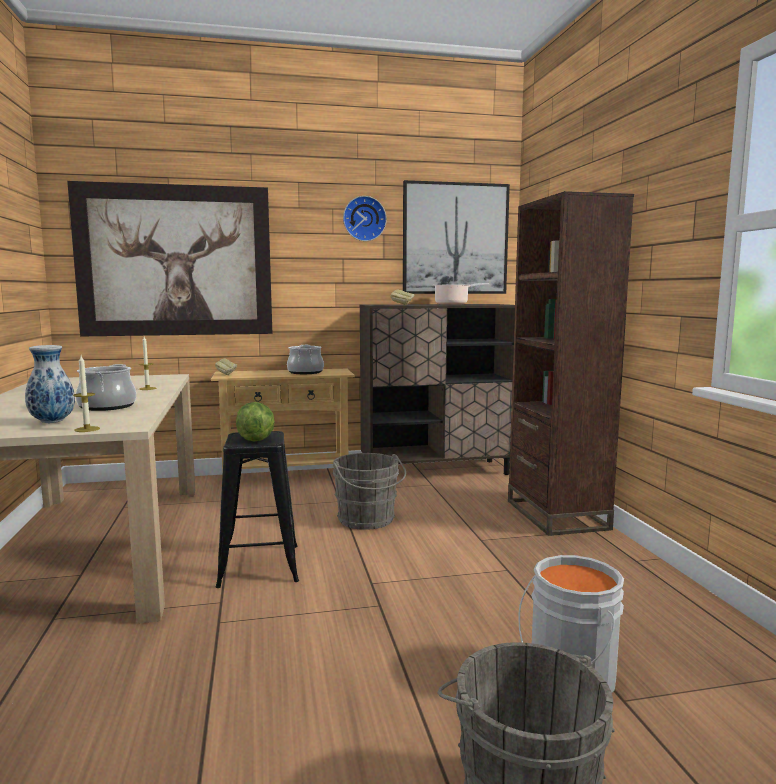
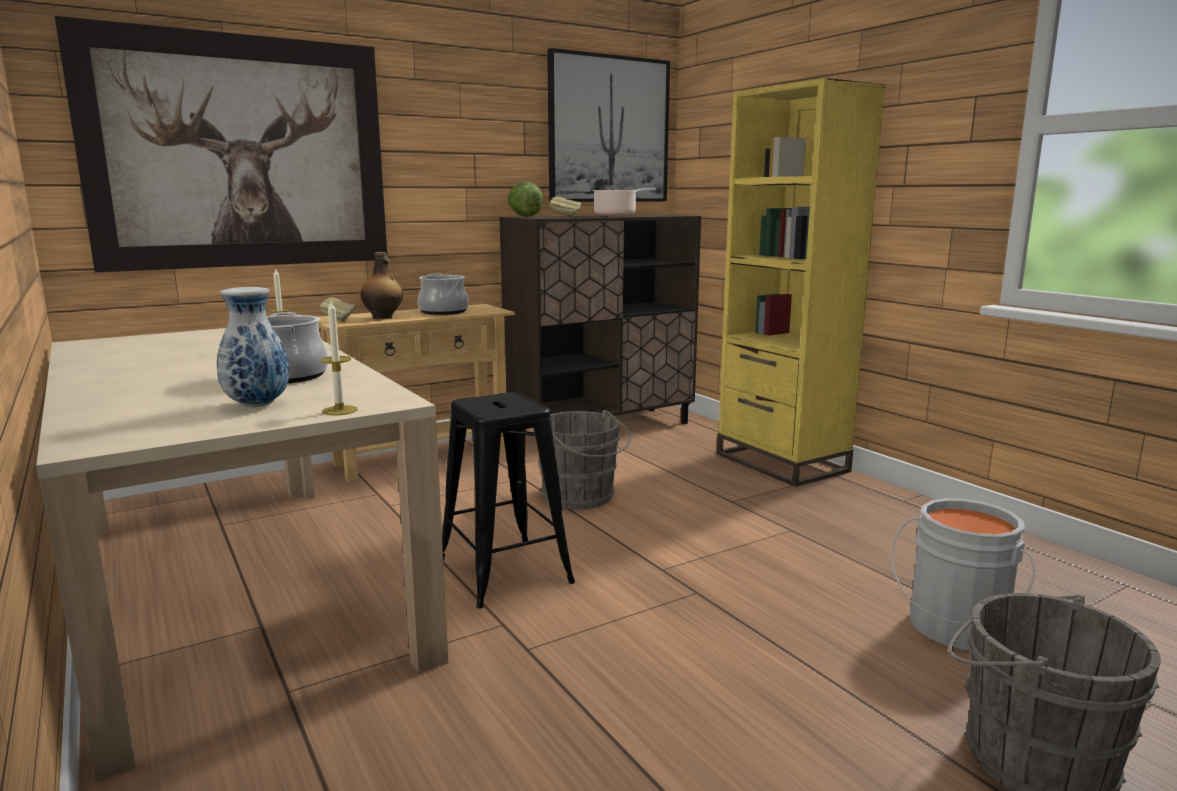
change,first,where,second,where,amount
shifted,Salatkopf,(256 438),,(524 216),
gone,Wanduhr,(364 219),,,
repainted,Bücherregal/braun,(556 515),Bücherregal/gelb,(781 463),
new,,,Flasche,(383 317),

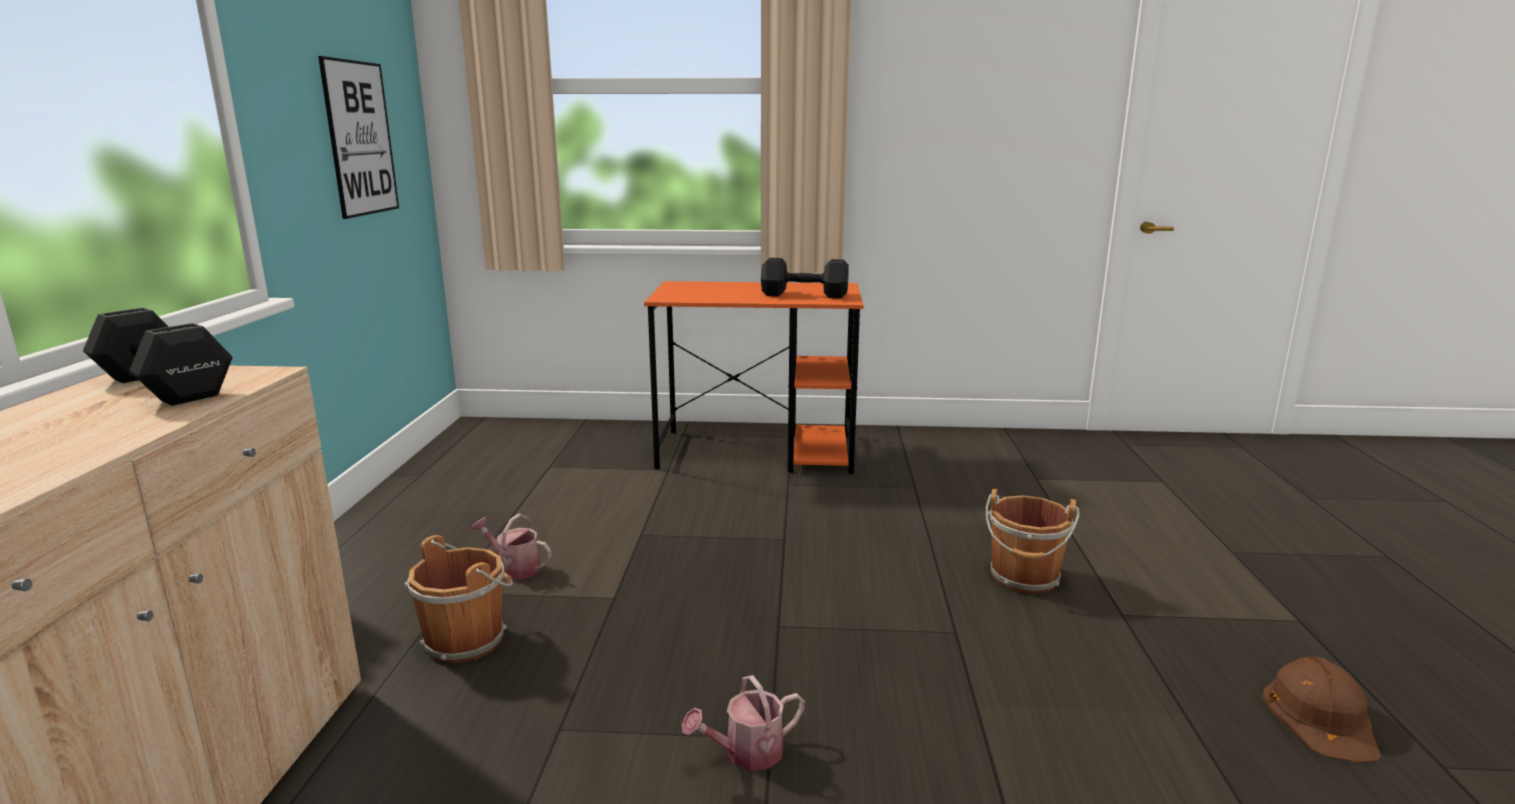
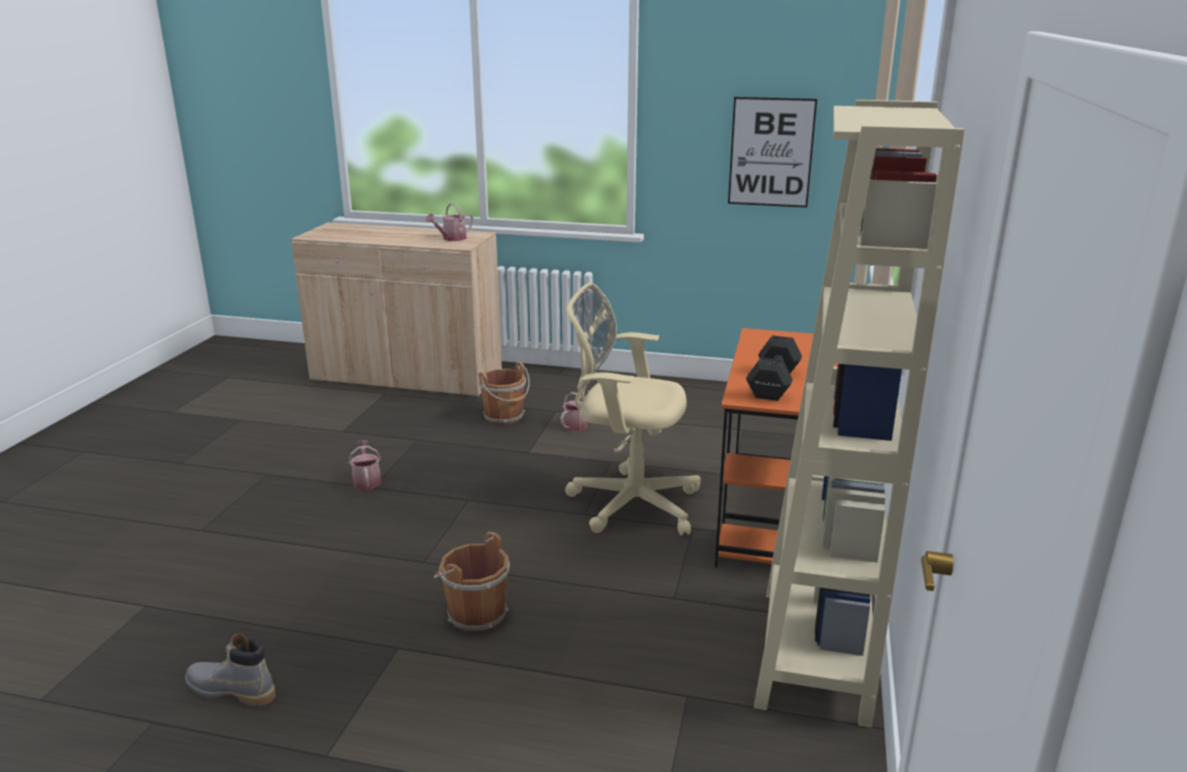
change,first,where,second,where,amount
swapped,Hantel/schwarz,(164 388),Gießkanne,(451 238),
swapped,Schutzhelm/braun,(1321 717),Stiefel/grau,(231 690),
new,,,Bürostuhl/beige,(628 503),
new,,,Bücherregal/beige,(814 654),

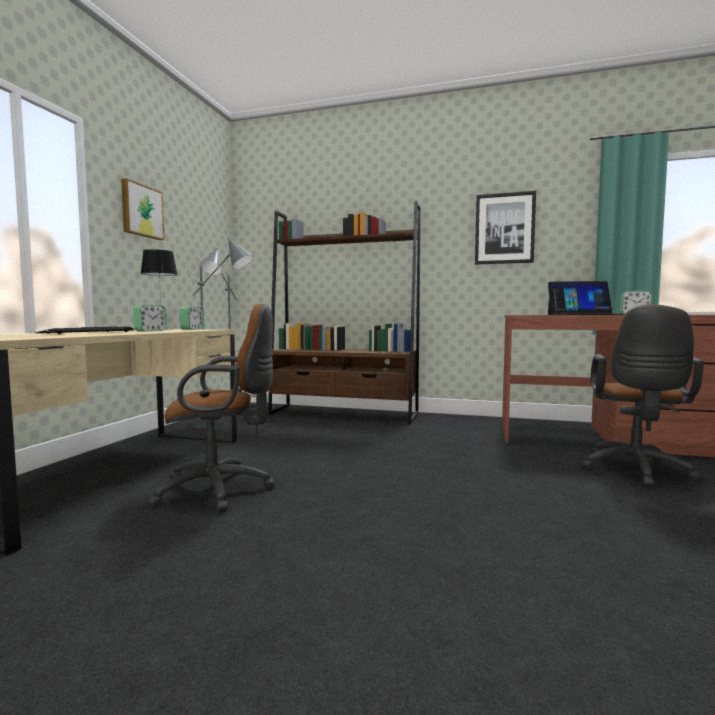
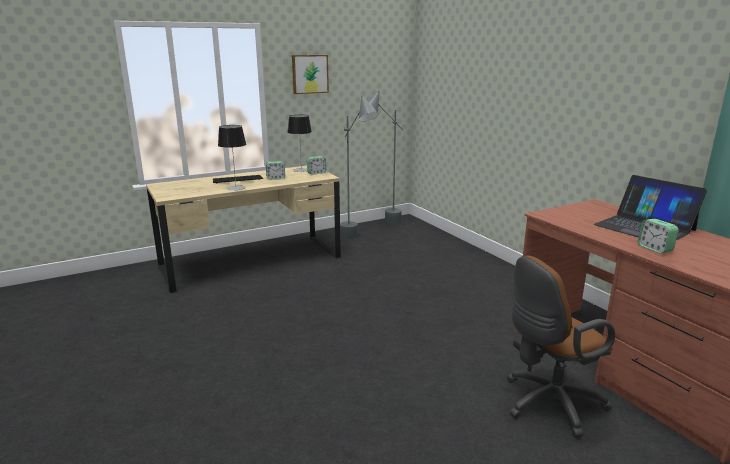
change,first,where,second,where,amount
gone,Bürostuhl/braun,(220 490),,,
gone,Bücherregal/braun,(343 414),,,
gone,Bild,(504 228),,,
new,,,Tischlampe,(236 188),

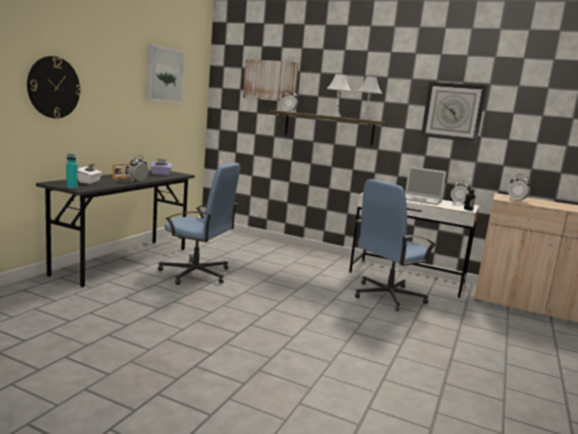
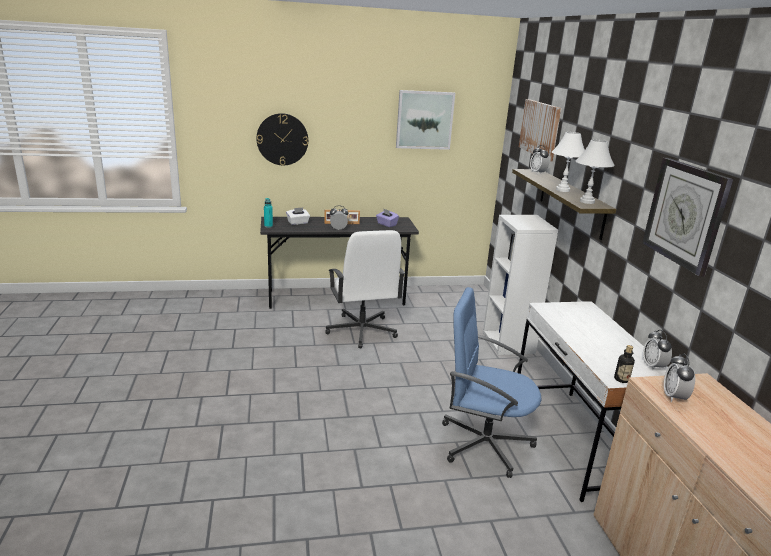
change,first,where,second,where,amount
repainted,Bürostuhl/blau,(196 274),Bürostuhl/weiß,(361 331),
gone,Laptop,(421 200),,,
new,,,Bücherregal/weiß,(509 343),

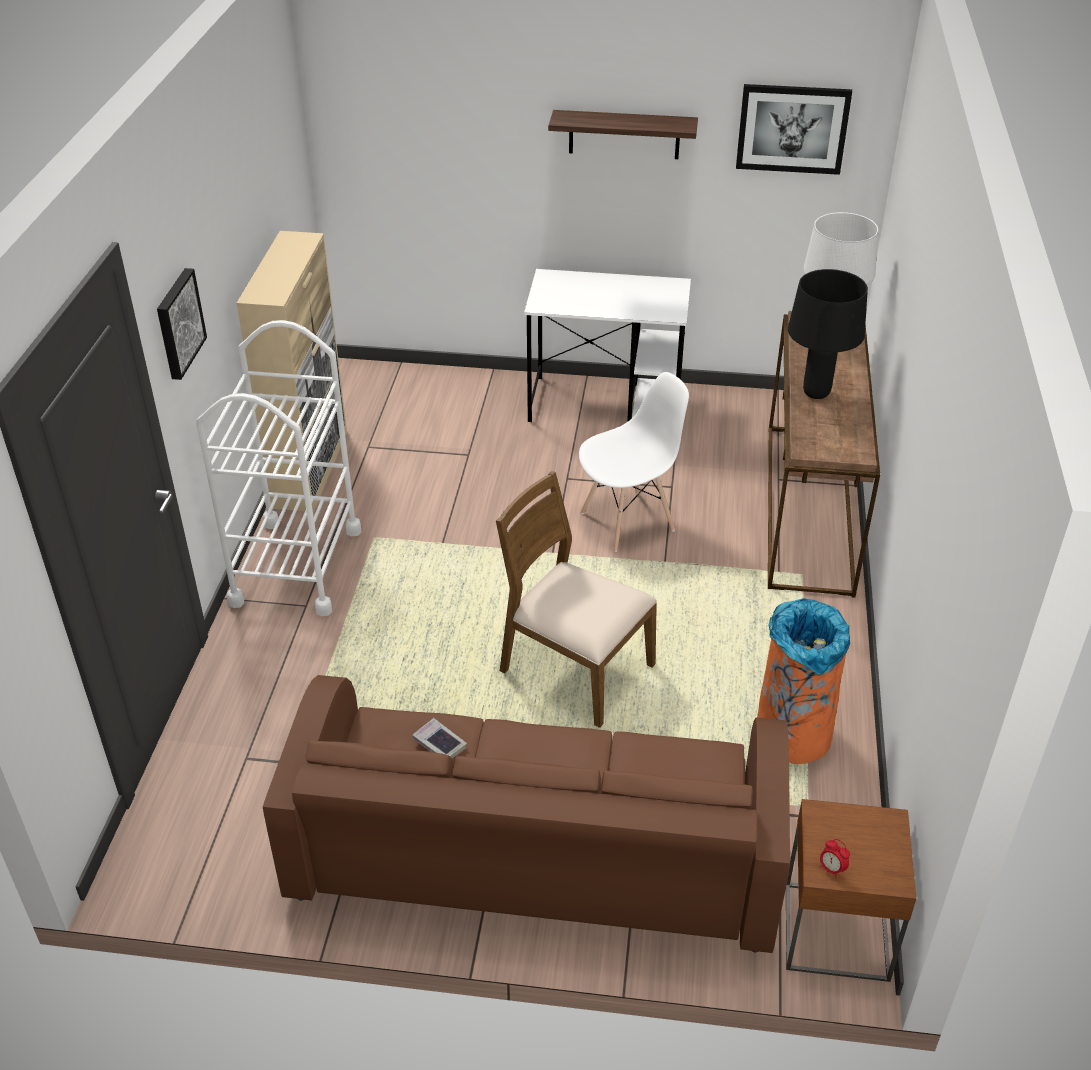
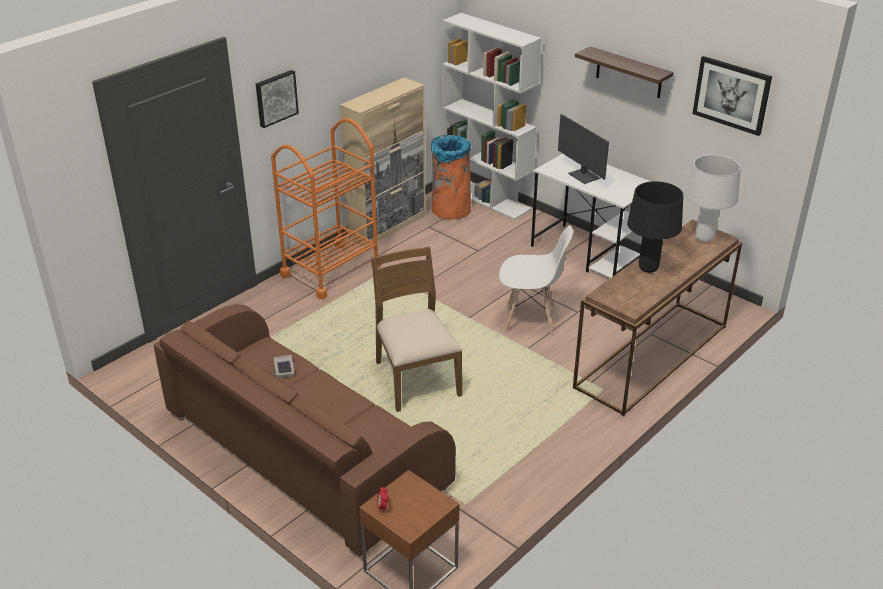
change,first,where,second,where,amount
repainted,Rollwagen/weiß,(296 566),Rollwagen/orange,(331 270),
shifted,Mülleimer/orange,(791 735),,(450 210),
new,,,Bücherregal/weiß,(486 198),
new,,,Monitor,(583 176),

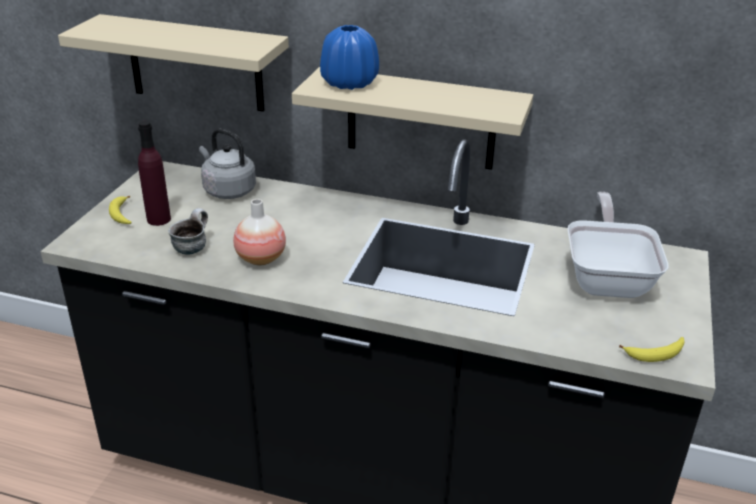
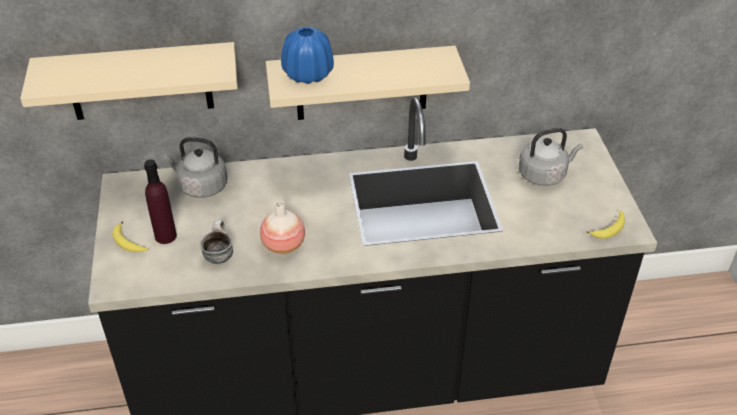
change,first,where,second,where,amount
swapped,Pfanne,(608 277),Wasserkessel/grau,(544 174),

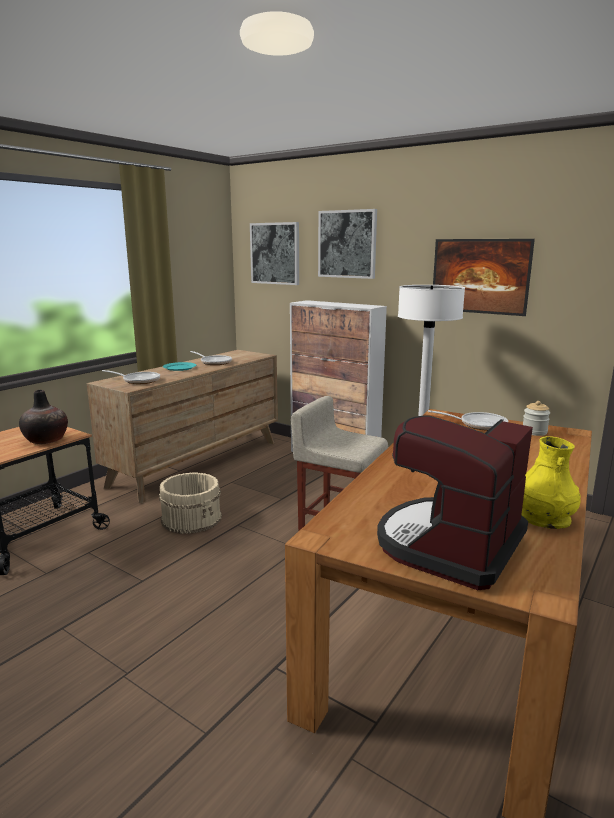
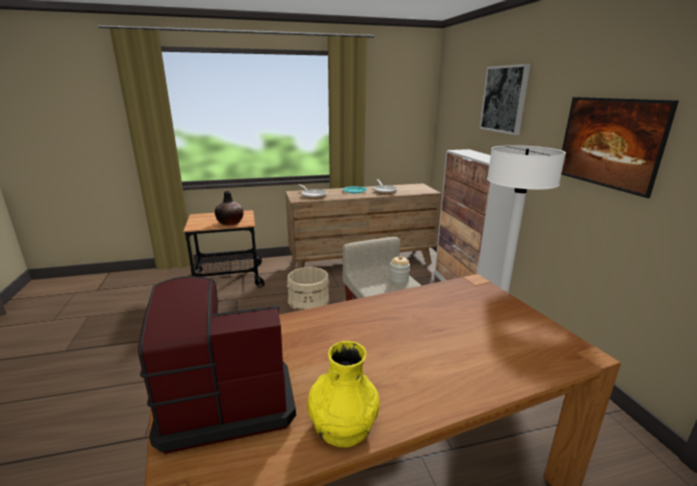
change,first,where,second,where,amount
gone,Bild,(275 253),,,
gone,Pfanne,(478 424),,,
shifted,Vorratsglas,(534 432),,(399 280),

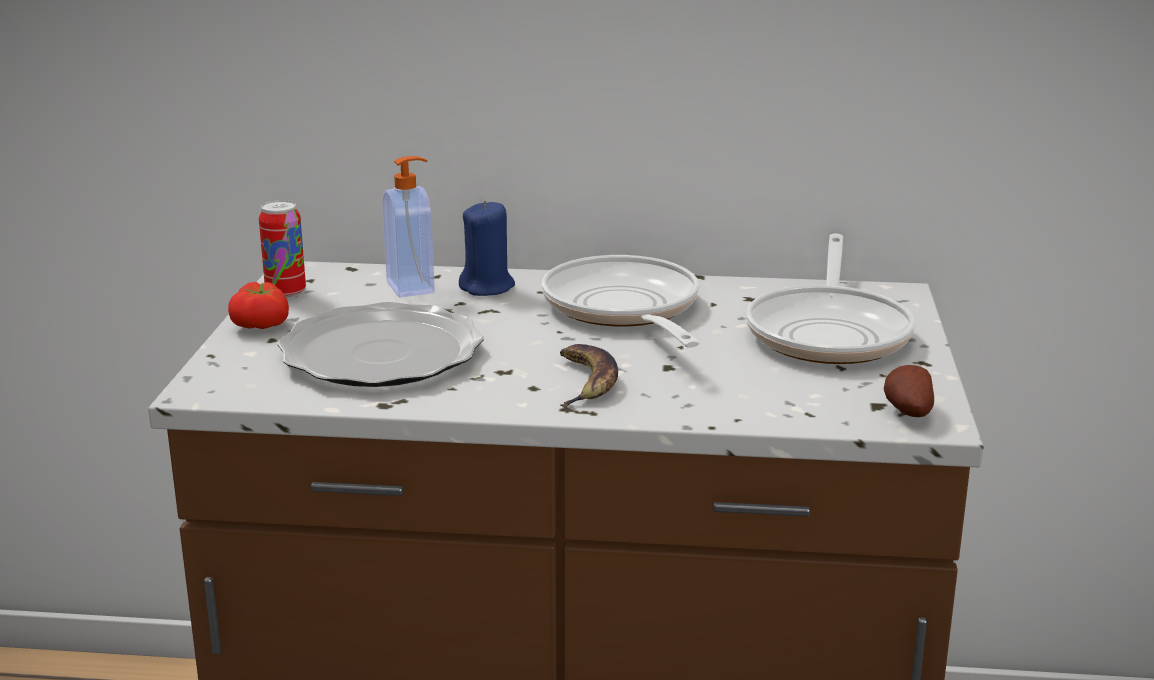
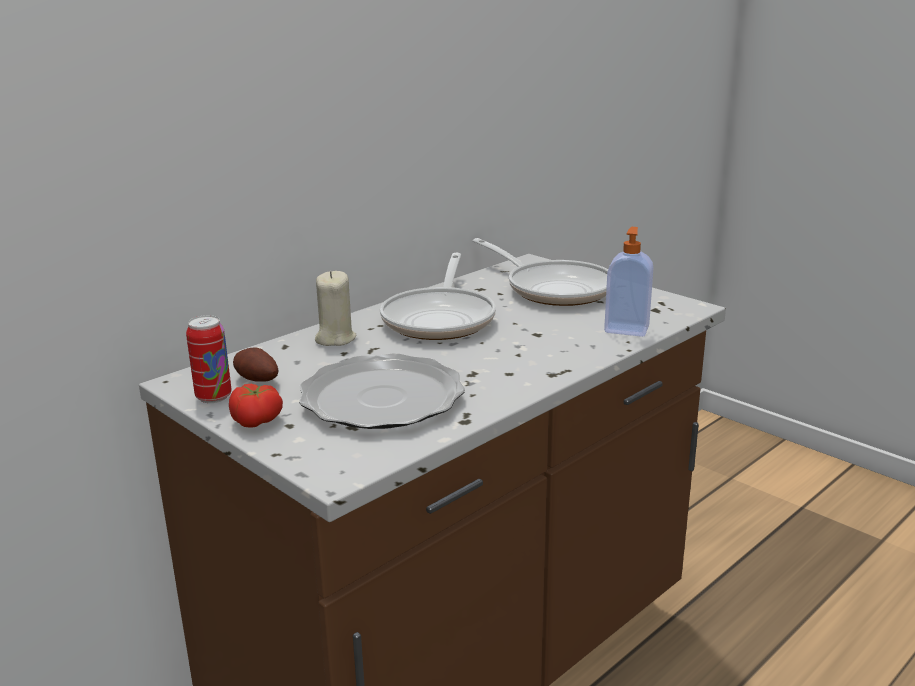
change,first,where,second,where,amount
shifted,Seifenspender,(412 287),,(627 329),
repainted,Kerze/blau,(487 287),Kerze/beige,(335 338),
rotated,Pfanne,(624 310),,(441 318),105 degrees counterclockwise
gone,Banane,(584 381),,,
shifted,Kartoffel,(906 412),,(256 381),

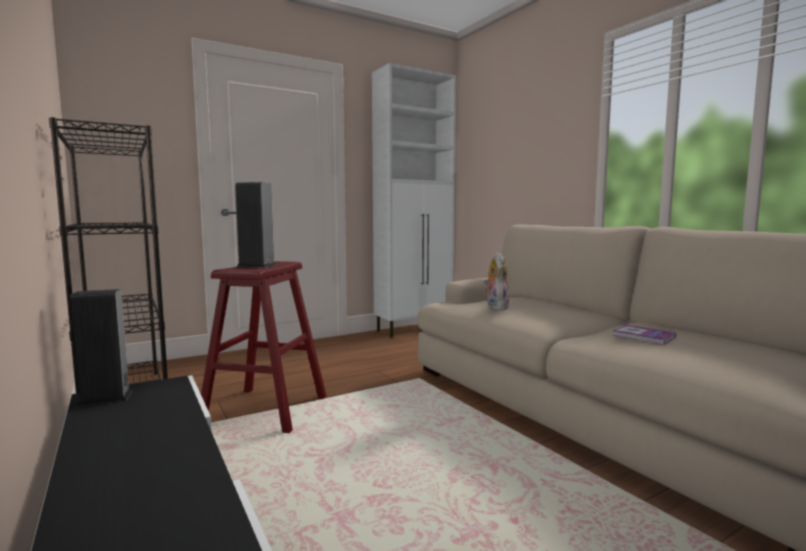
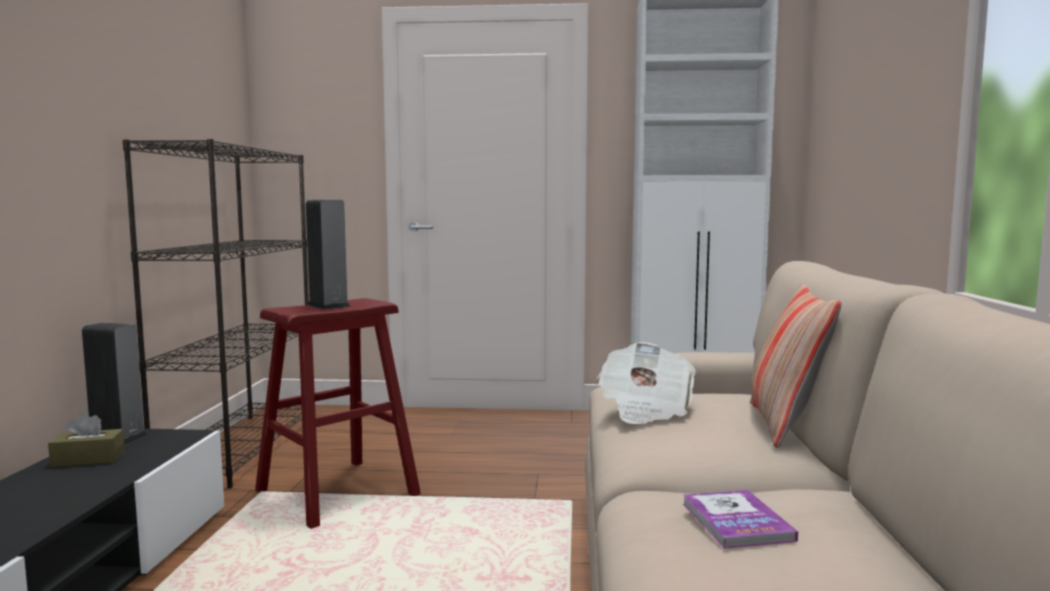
change,first,where,second,where,amount
swapped,Plüschtier,(495 307),Zeitung,(645 409),
new,,,Taschentuchbox/braun,(88 459),
new,,,Kissen,(785 425),

